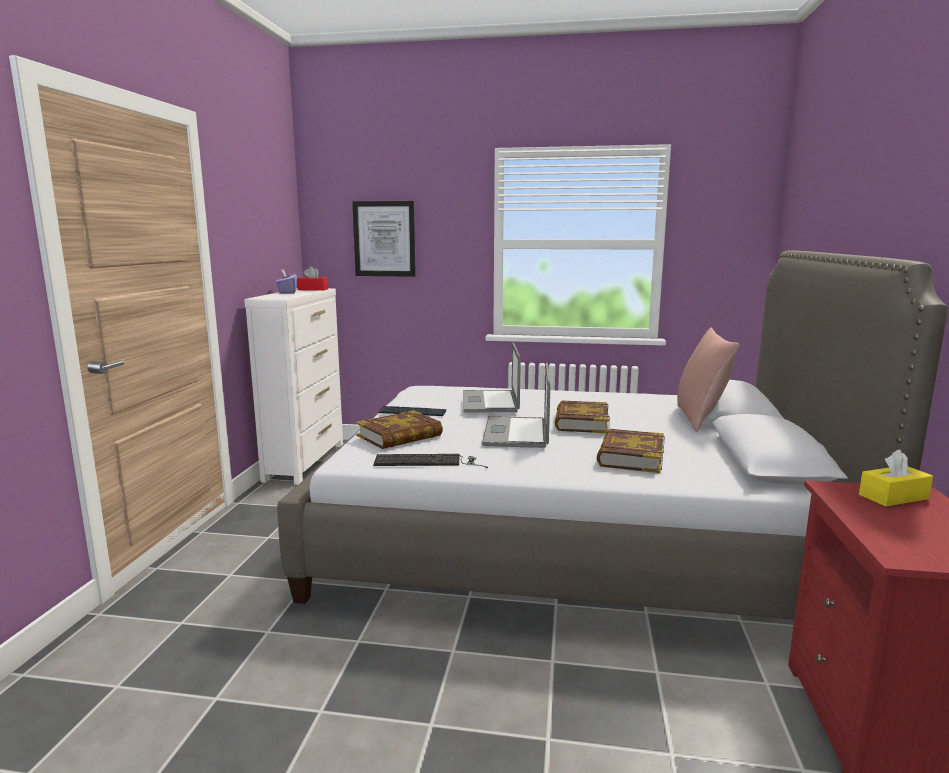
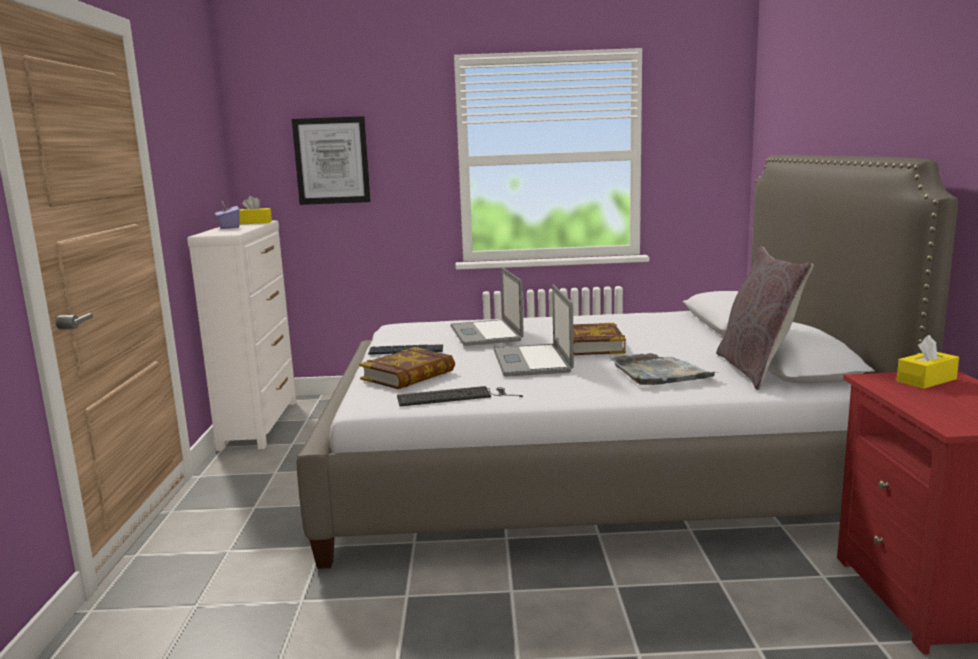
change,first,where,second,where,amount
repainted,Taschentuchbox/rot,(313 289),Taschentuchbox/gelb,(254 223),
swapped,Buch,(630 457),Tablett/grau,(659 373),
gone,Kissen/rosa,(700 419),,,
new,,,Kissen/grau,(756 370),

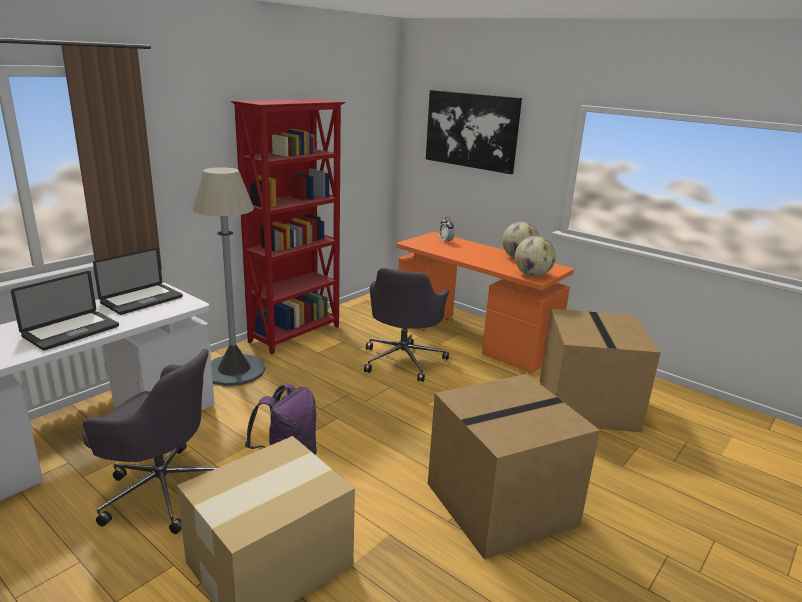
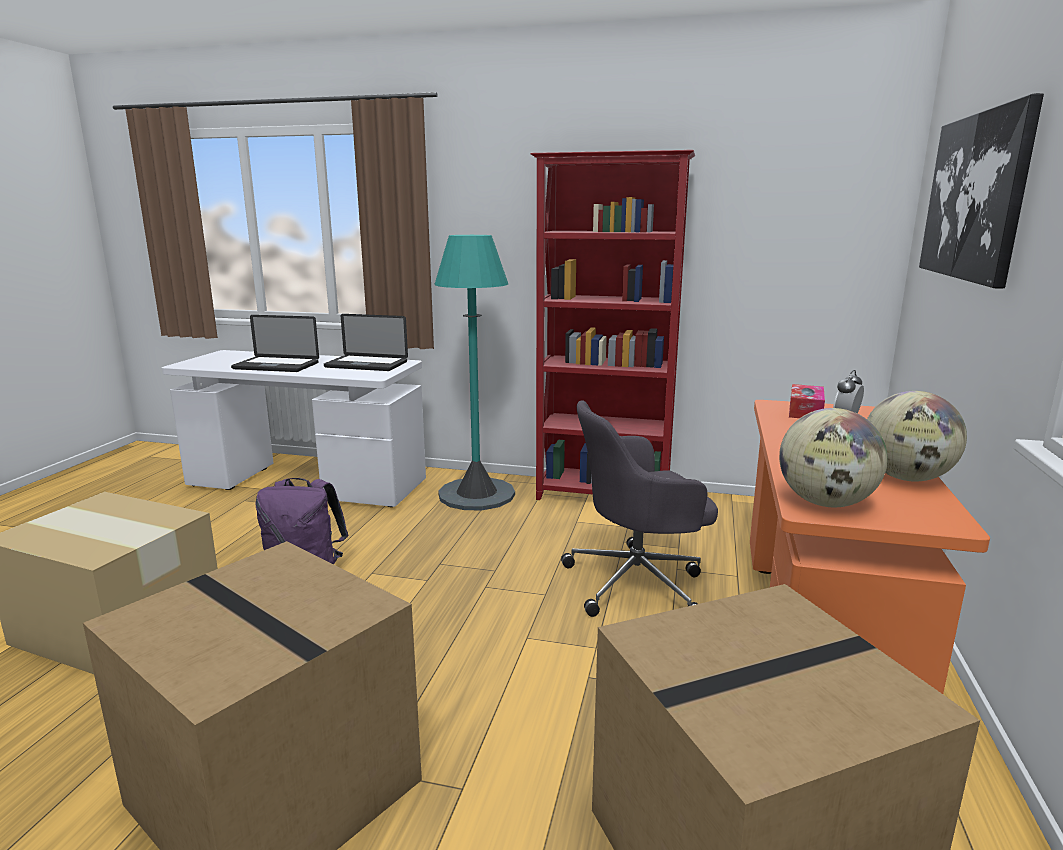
change,first,where,second,where,amount
gone,Bürostuhl/grau,(162 489),,,
repainted,Stehlampe/grau,(234 370),Stehlampe/türkis,(477 494),
new,,,Taschentuchbox,(805 411),

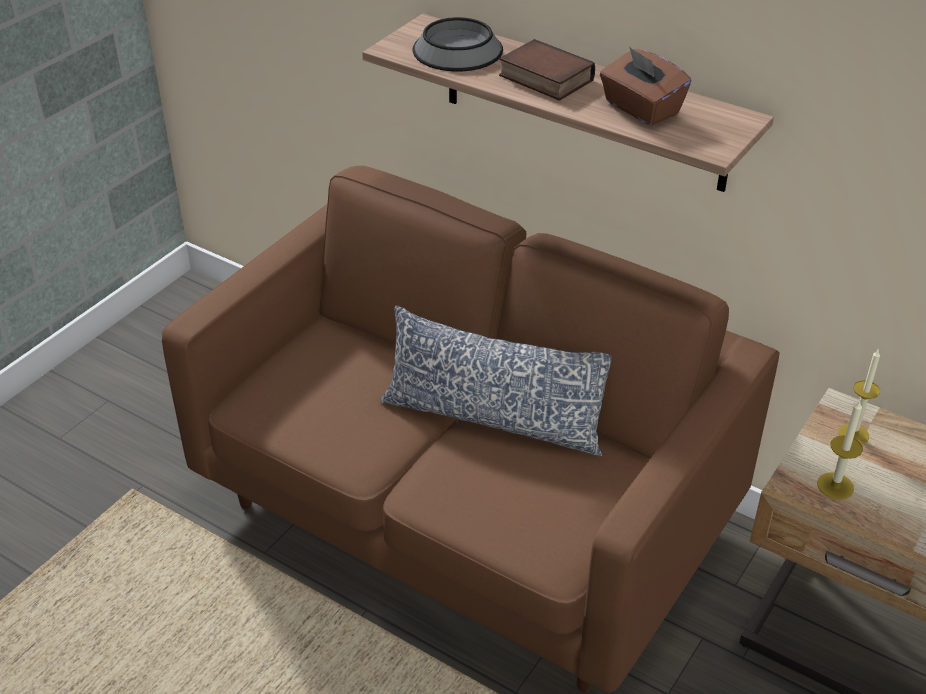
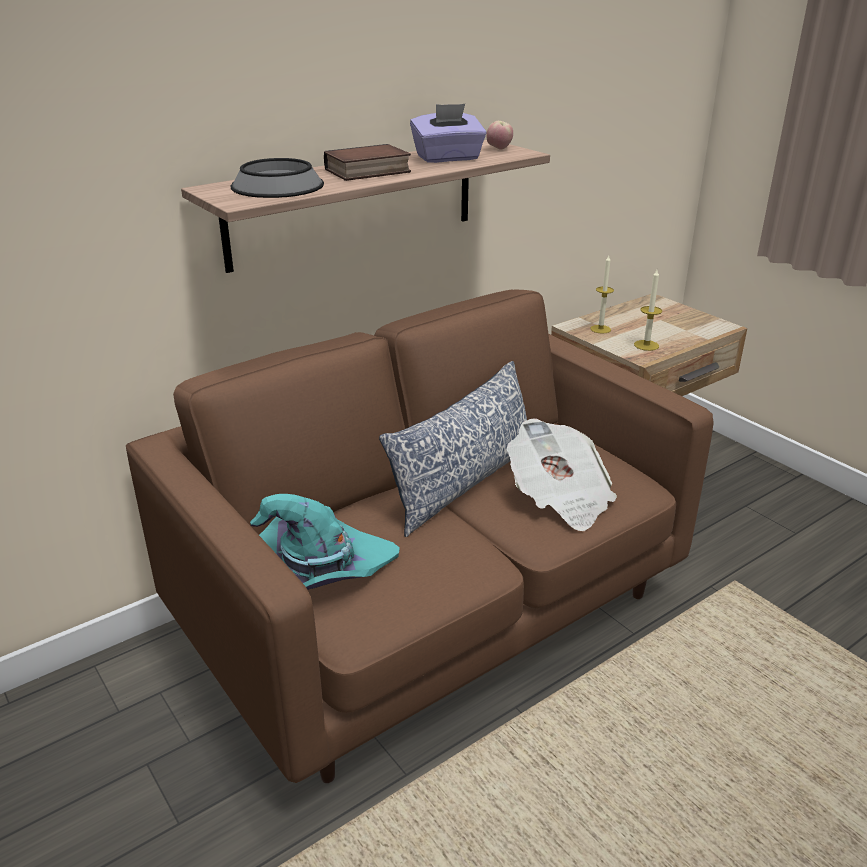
change,first,where,second,where,amount
repainted,Taschentuchbox/braun,(640 109),Taschentuchbox/lila,(448 158),
new,,,Hut/türkis,(321 569),
new,,,Apfel,(499 149),
new,,,Zeitung,(560 498),

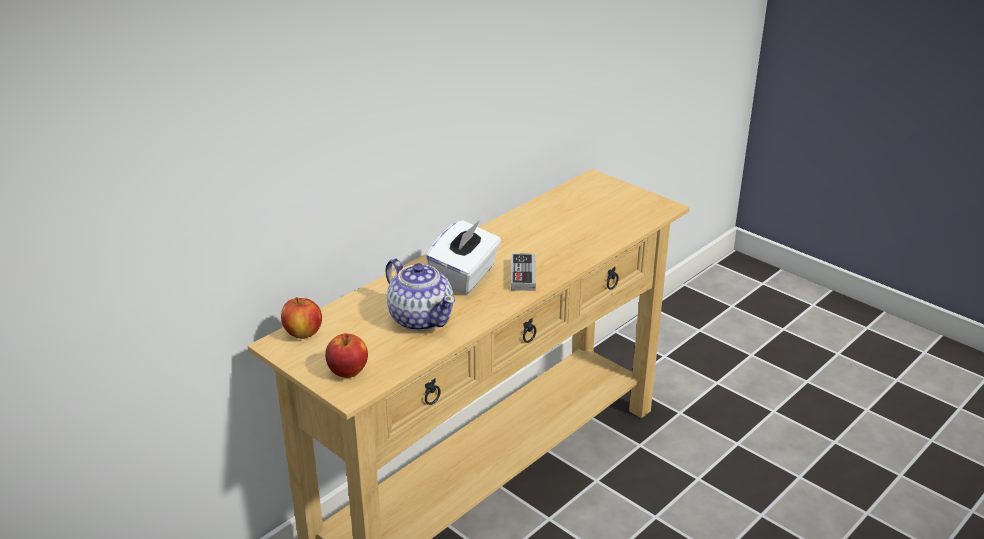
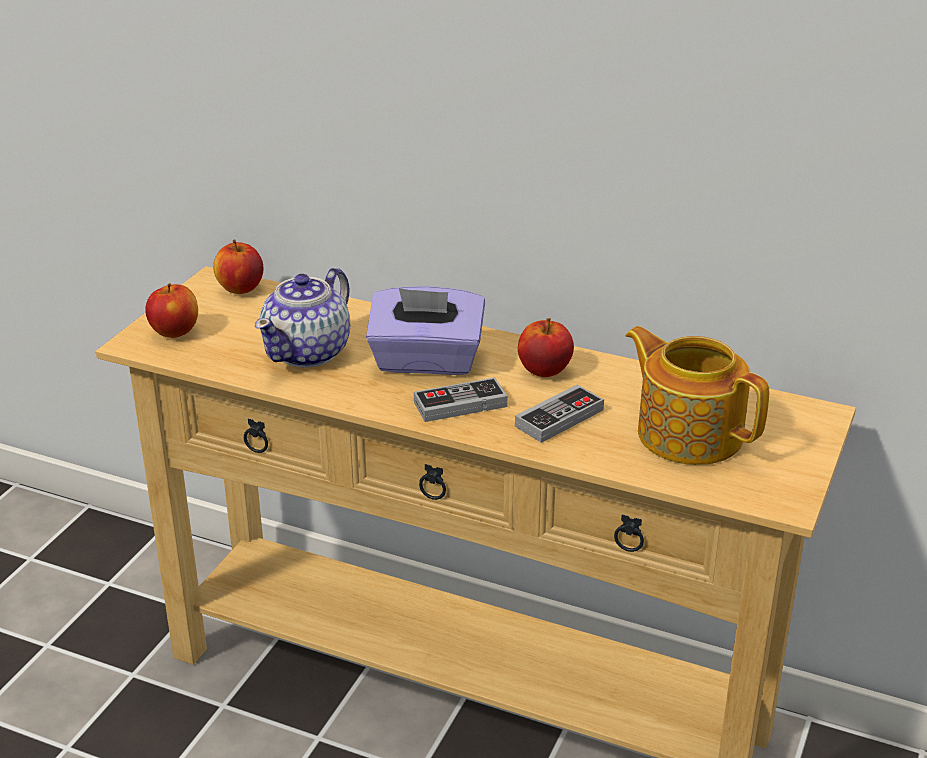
change,first,where,second,where,amount
repainted,Taschentuchbox/weiß,(465 277),Taschentuchbox/lila,(426 361),
new,,,Gamepad,(559 418),
new,,,Apfel,(544 370),
new,,,Teekanne,(688 433),

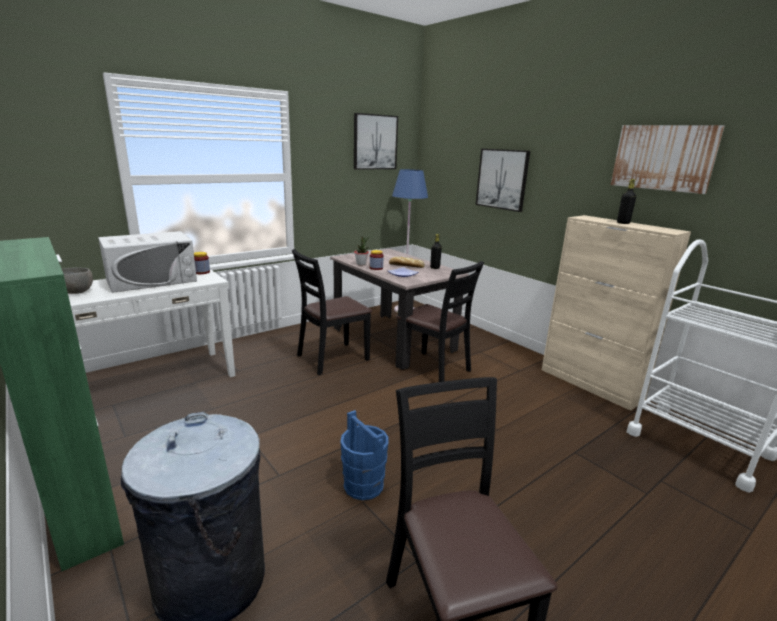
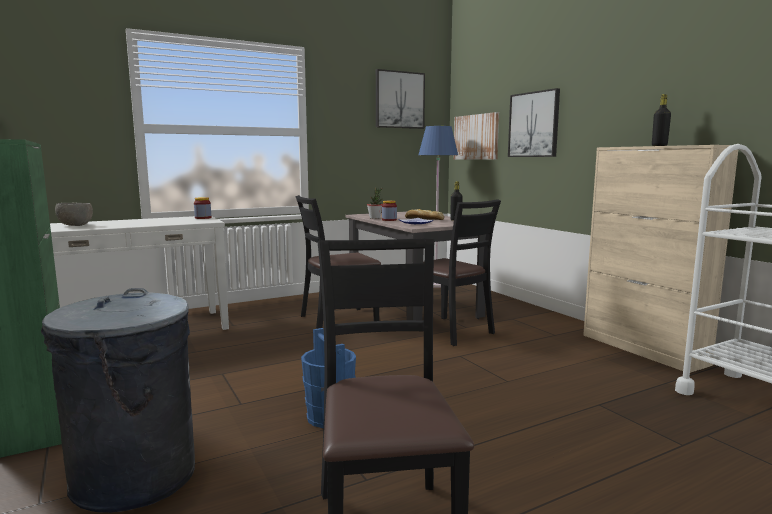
change,first,where,second,where,amount
gone,Mikrowelle/weiß,(152 280),,,
shifted,Bild,(663 158),,(476 137),

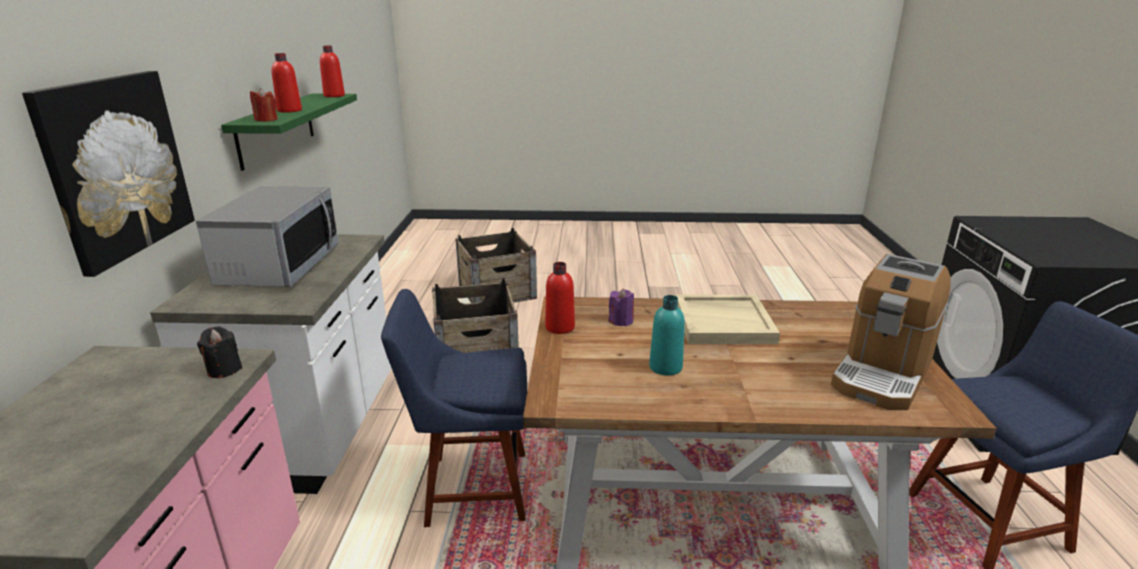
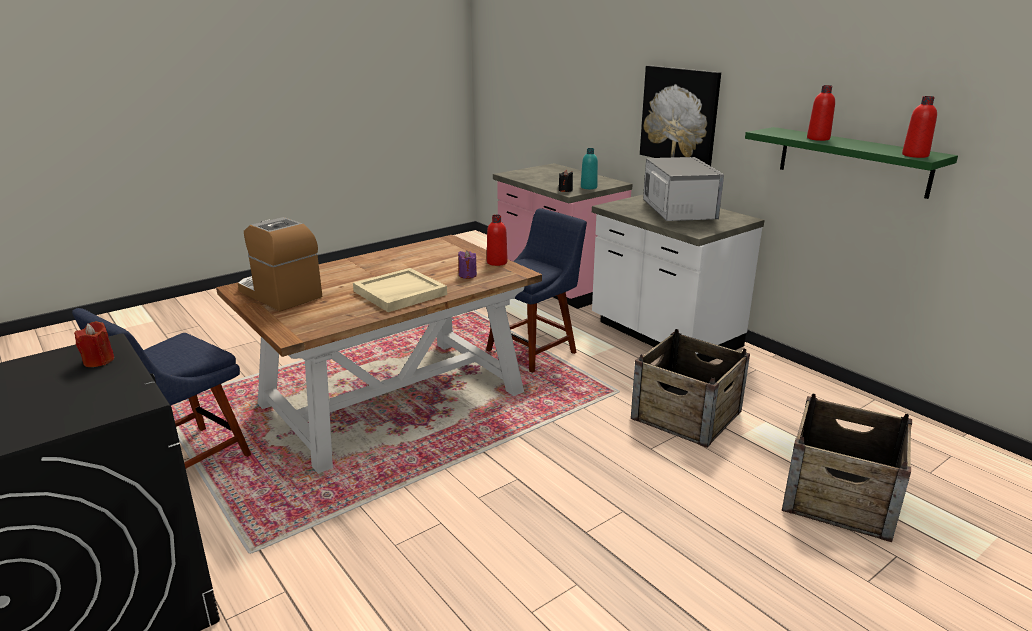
change,first,where,second,where,amount
rotated,Mikrowelle,(280 266),,(678 212),150 degrees counterclockwise
shifted,Kerze/rot,(266 120),,(99 361),
shifted,Flasche/türkis,(665 367),,(588 187),
rotated,Kaffeemaschine,(882 373),,(279 294),45 degrees counterclockwise

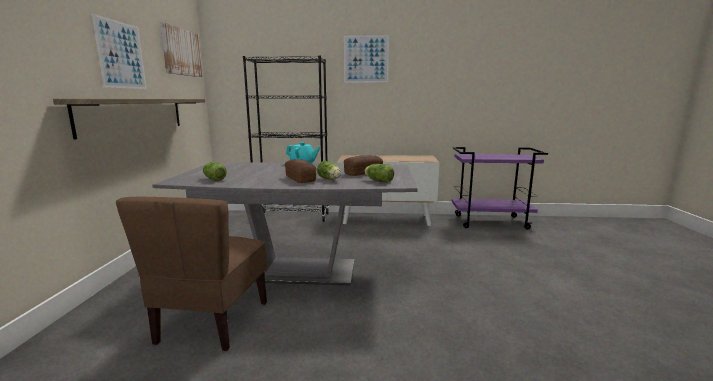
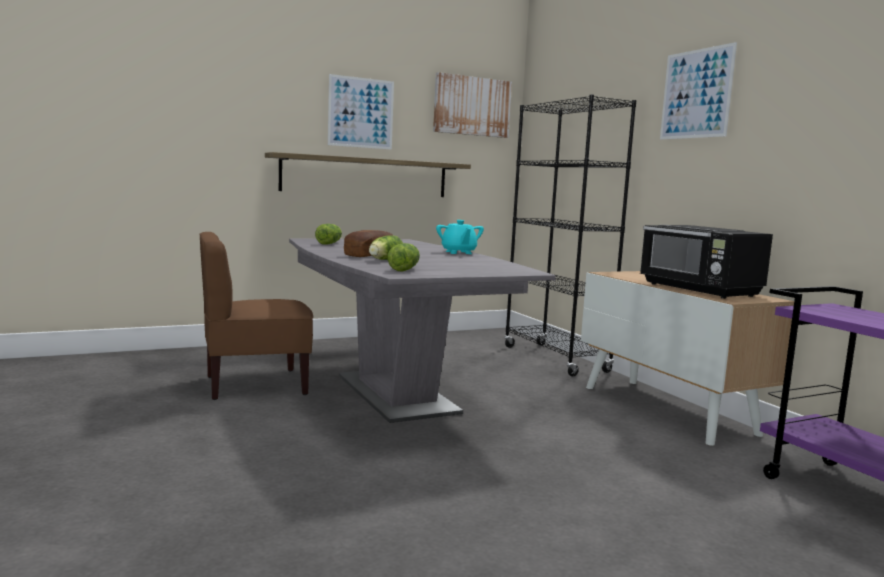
change,first,where,second,where,amount
gone,Brot,(363 173),,,
new,,,Mikrowelle/schwarz,(699 290),

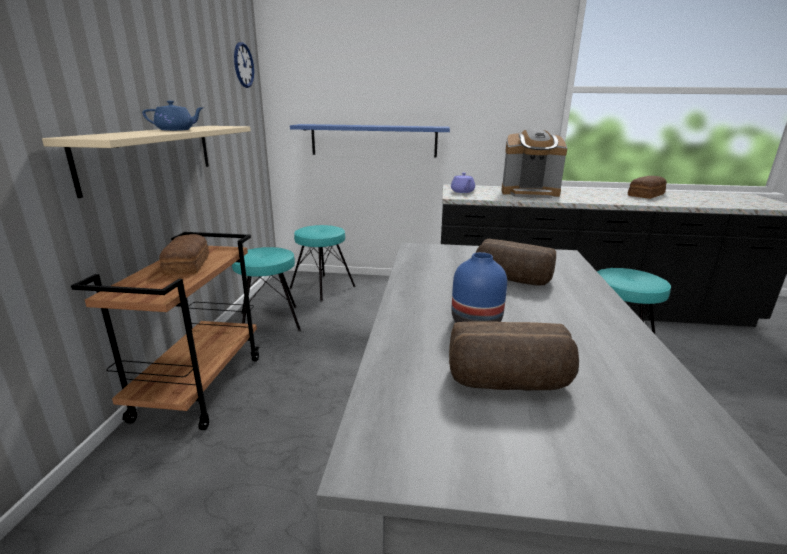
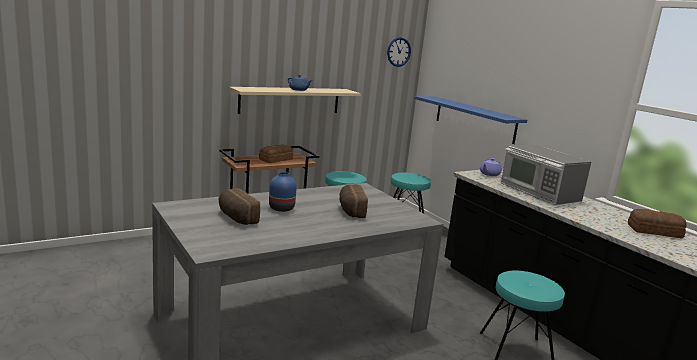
change,first,where,second,where,amount
swapped,Kaffeemaschine,(529 193),Mikrowelle,(539 192),

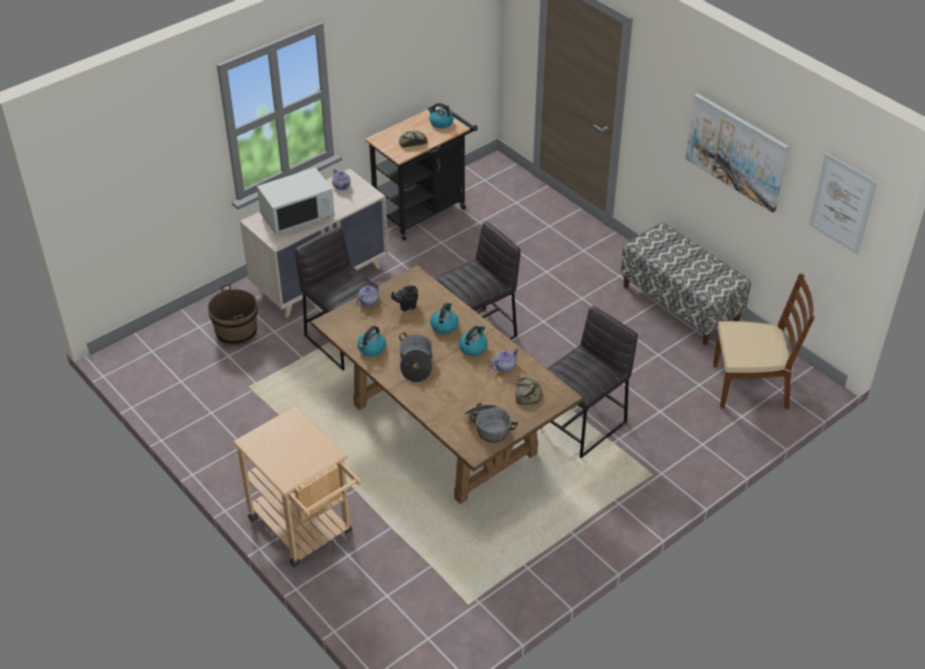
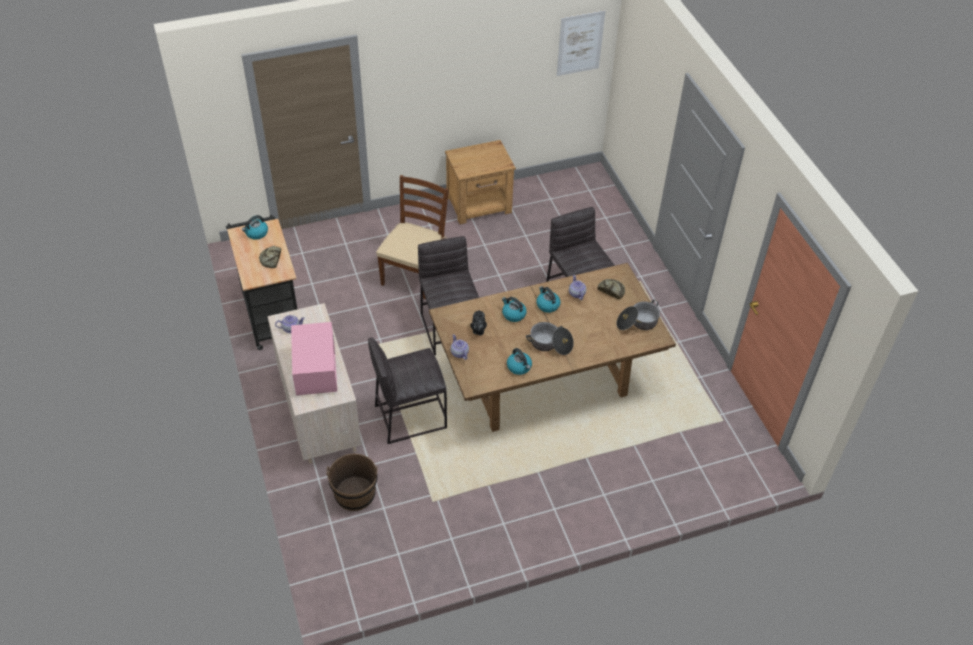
change,first,where,second,where,amount
gone,Rollwagen/beige,(306 530),,,
repainted,Mikrowelle/weiß,(297 216),Mikrowelle/rosa,(315 370),
swapped,Bank,(680 304),Nachttisch/braun,(480 205),
gone,Bild,(736 151),,,
shifted,Stuhl/braun,(751 386),,(415 273),

